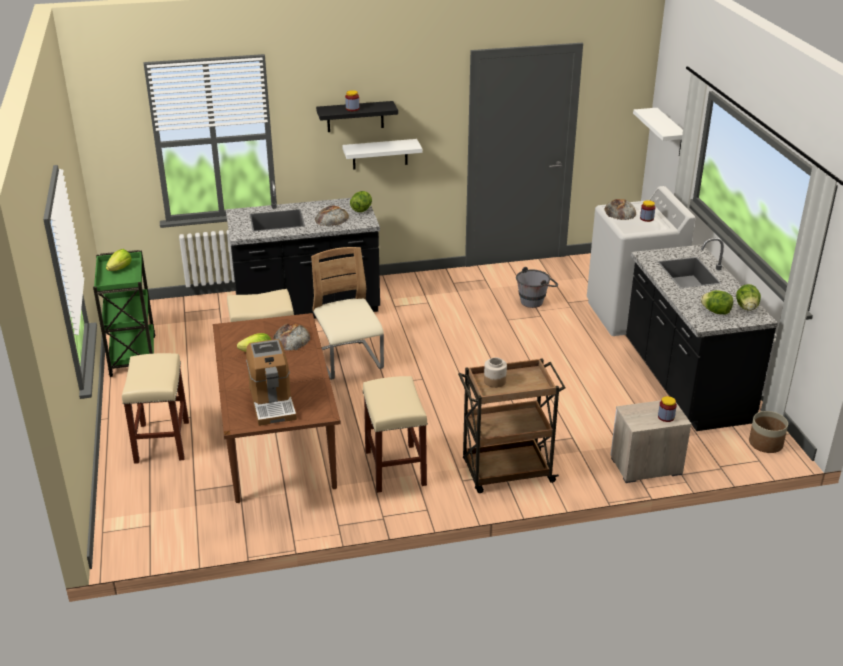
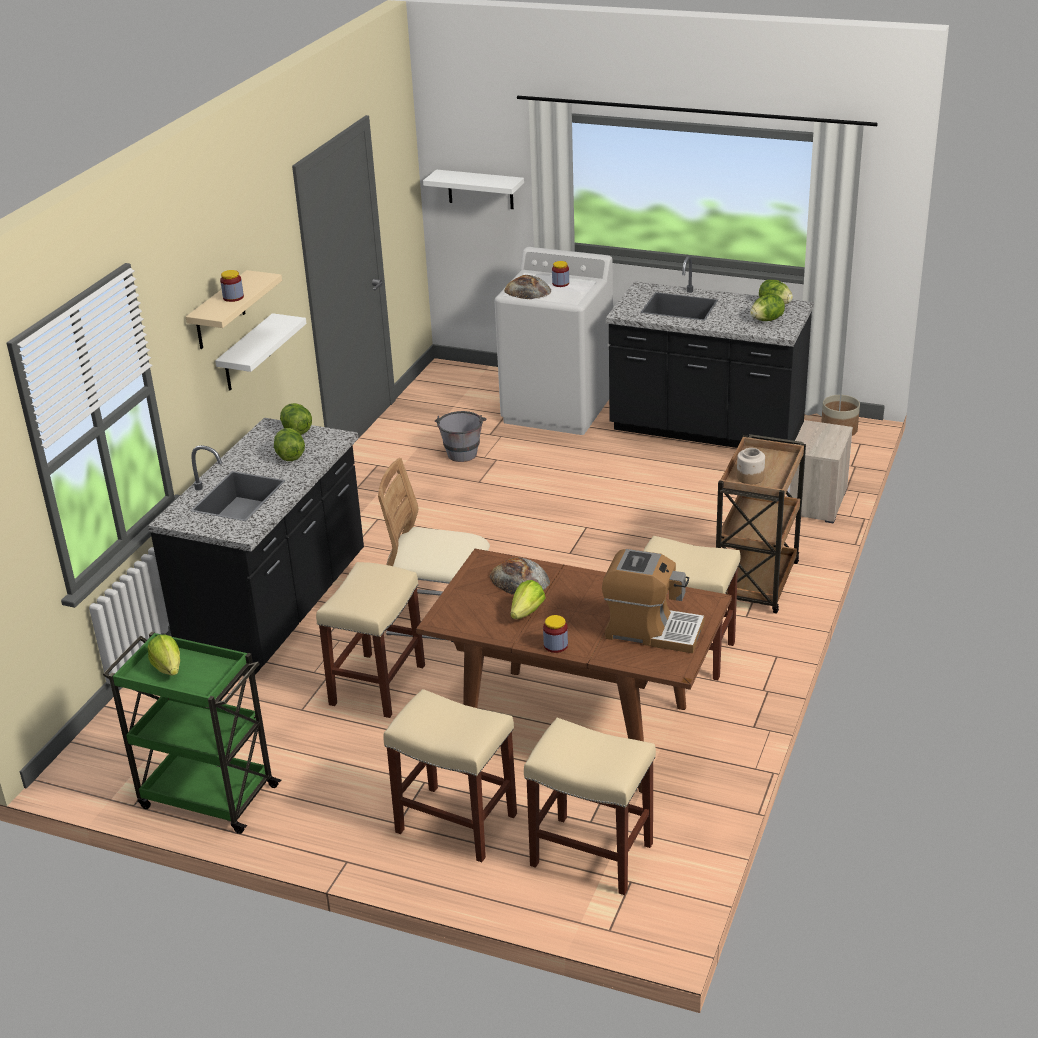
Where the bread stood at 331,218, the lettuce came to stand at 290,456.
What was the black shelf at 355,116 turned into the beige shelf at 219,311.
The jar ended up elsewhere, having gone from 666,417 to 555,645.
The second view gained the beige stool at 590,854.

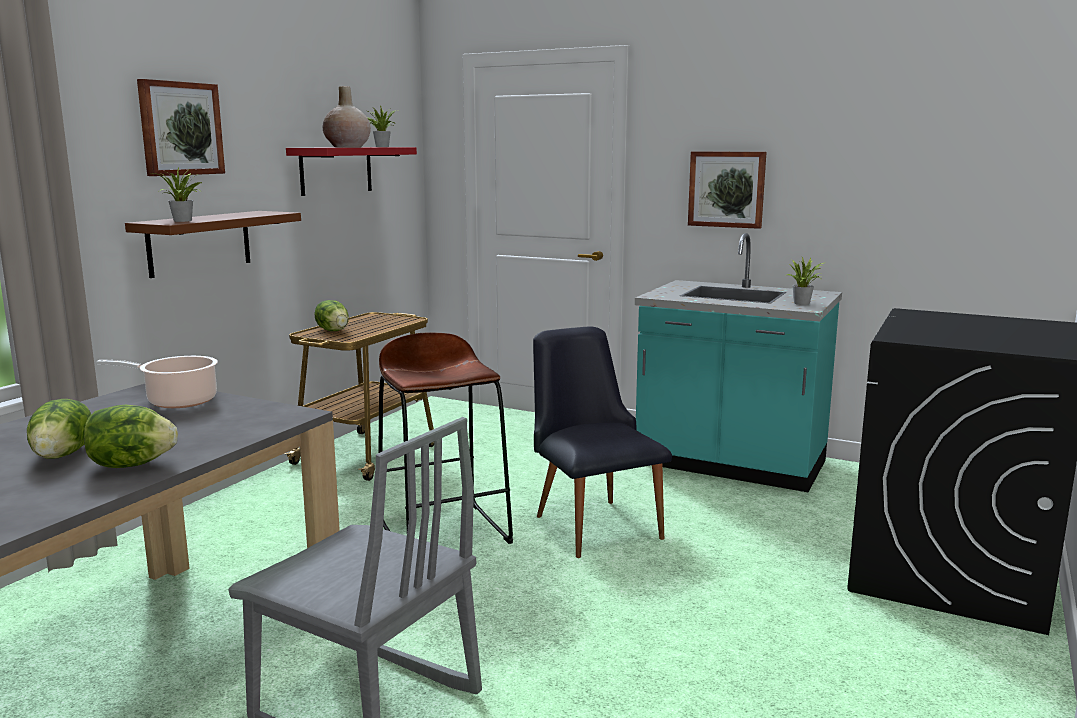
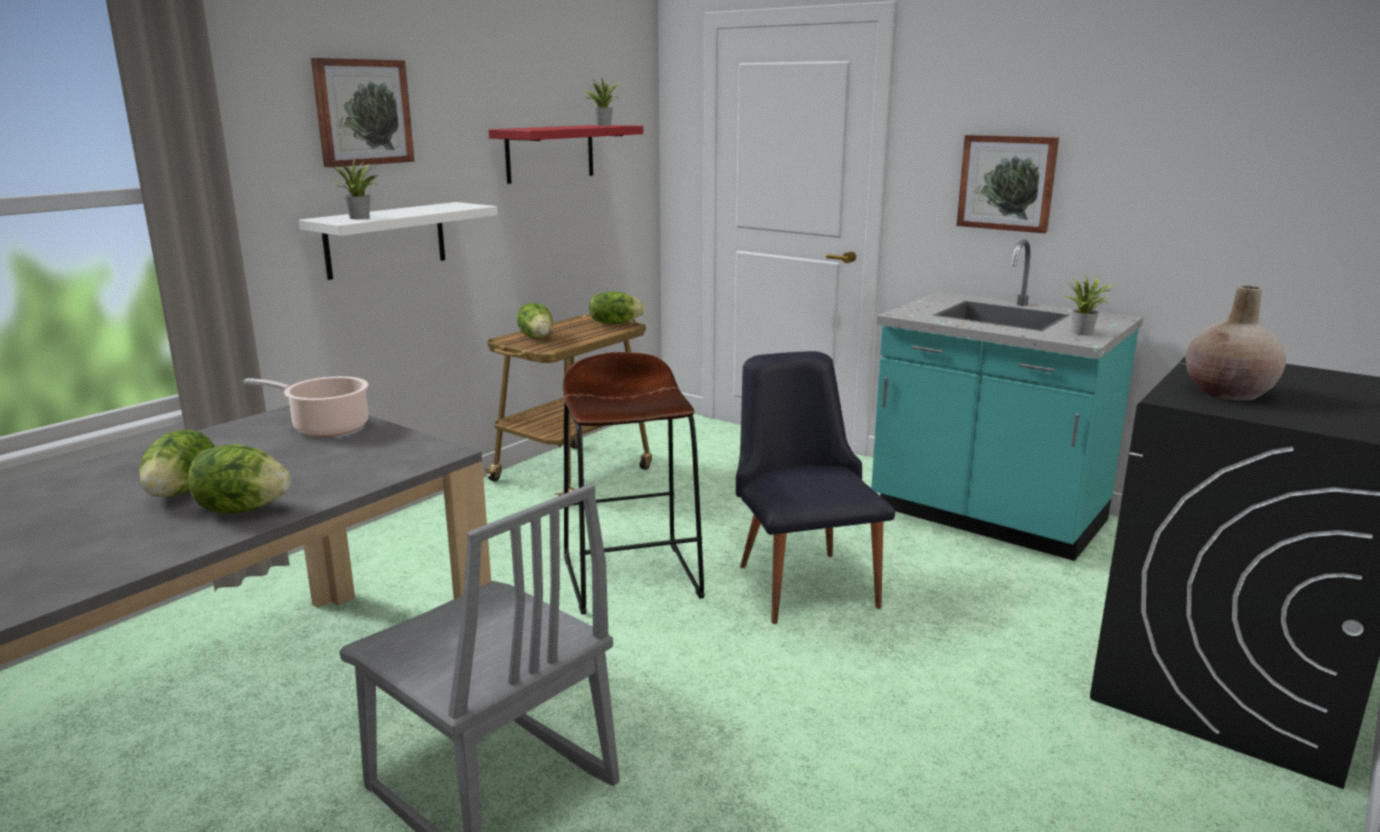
What was the brown shelf at 199,243 turned into the white shelf at 386,240.
The beige vase ended up elsewhere, having gone from 347,147 to 1229,393.
The second view gained the lettuce at 615,323.

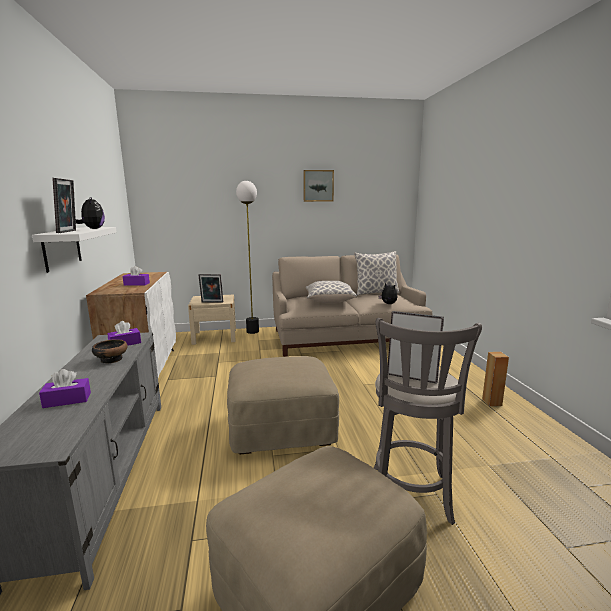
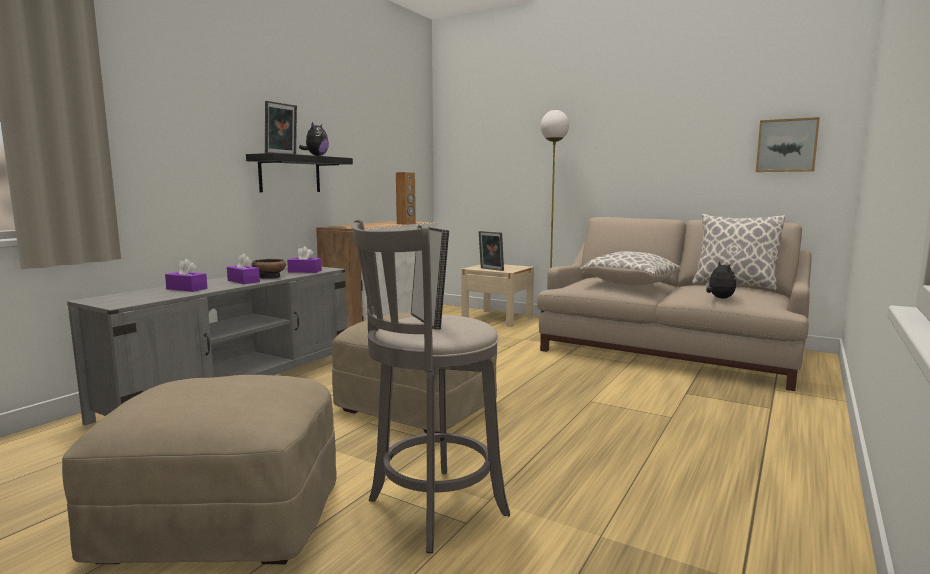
What was the white shelf at 62,248 turned into the black shelf at 290,174.
The purple tissue box ended up elsewhere, having gone from 136,284 to 243,281.
The picture ended up elsewhere, having gone from 318,186 to 786,145.
The brown speaker ended up elsewhere, having gone from 492,402 to 406,224.

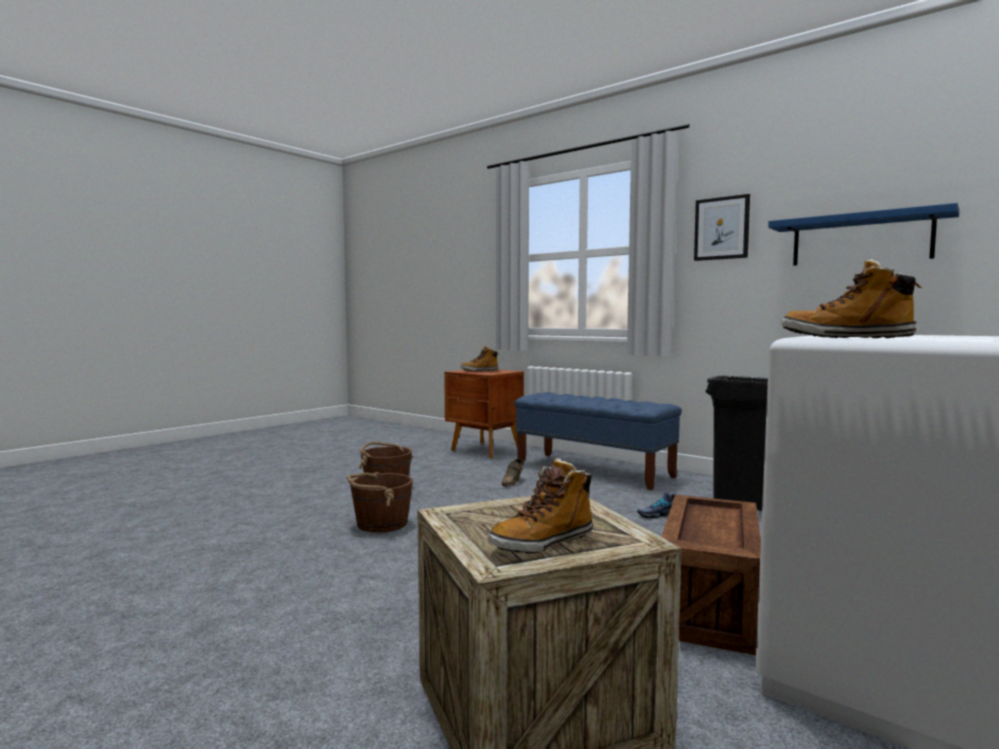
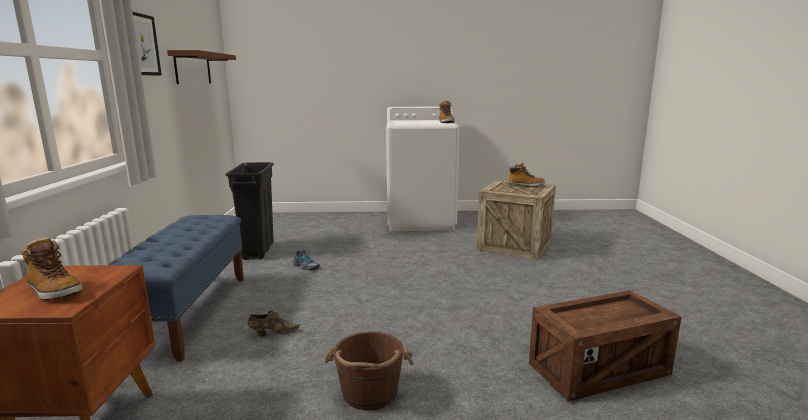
The second view lost the brown bucket at 381,524.
The crate ended up elsewhere, having gone from 709,605 to 598,370.
What was the blue shelf at 860,240 turned into the brown shelf at 193,68.

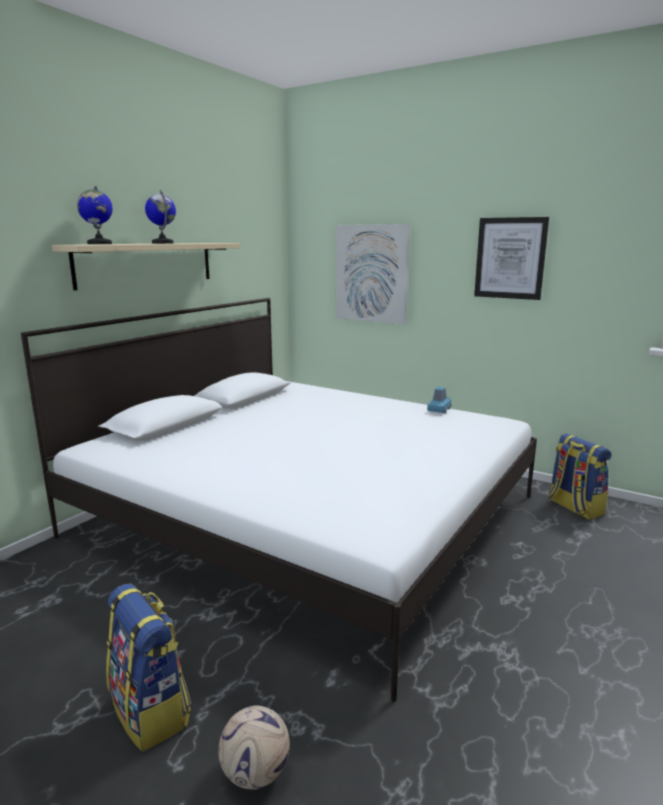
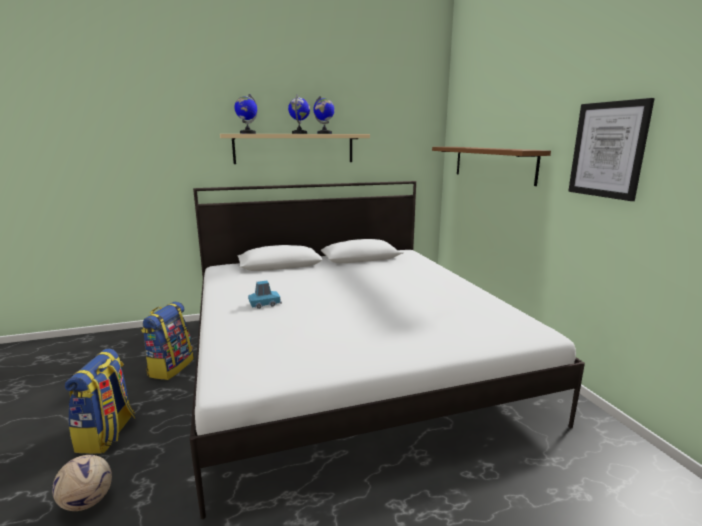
Where the picture hung at 371,273, the brown shelf came to hang at 493,164.
The blue toy car ended up elsewhere, having gone from 439,409 to 265,304.
The backpack ended up elsewhere, having gone from 574,507 to 170,367.
The second view gained the globe at 324,133.

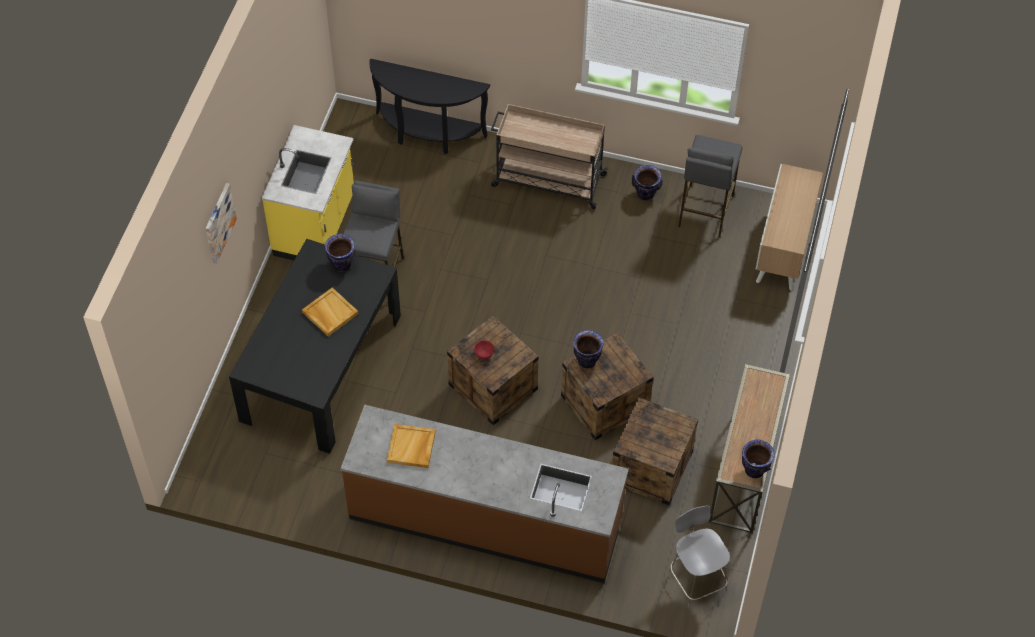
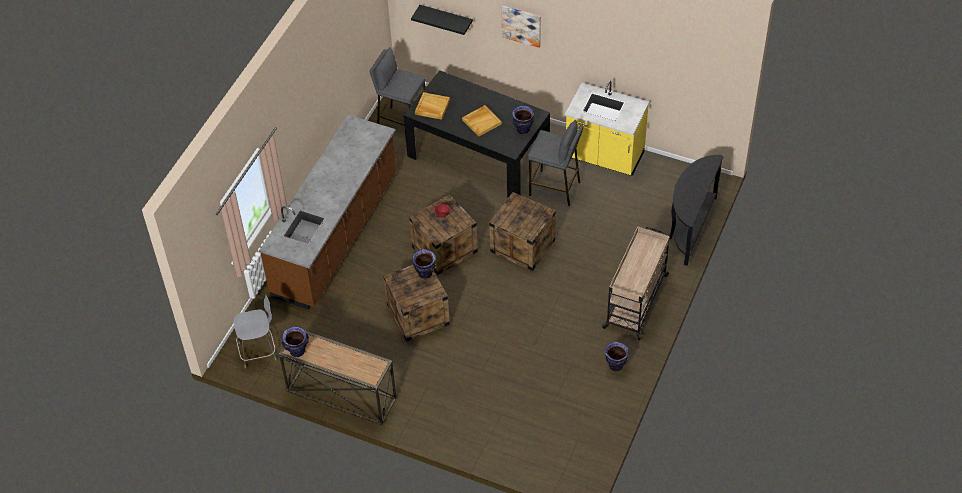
The beige tray ended up elsewhere, having gone from 411,447 to 432,107.
The crate ended up elsewhere, having gone from 651,467 to 522,246.
The grey stool ended up elsewhere, having gone from 705,211 to 402,123.
The second view lost the cabinet at 783,250.
The second view gained the black shelf at 446,18.

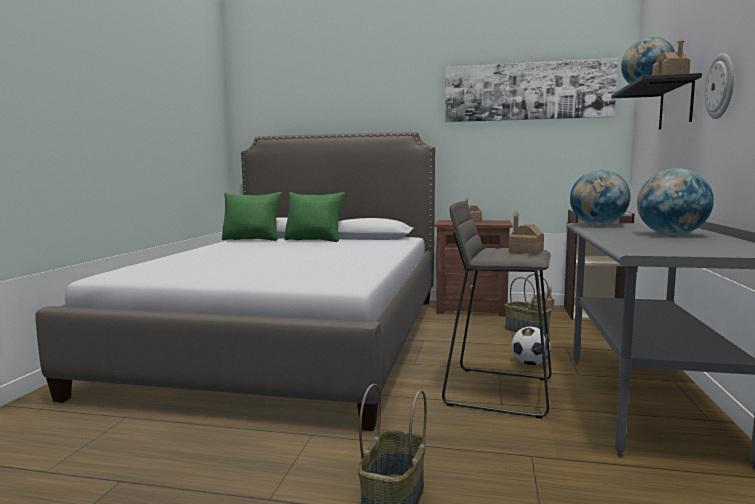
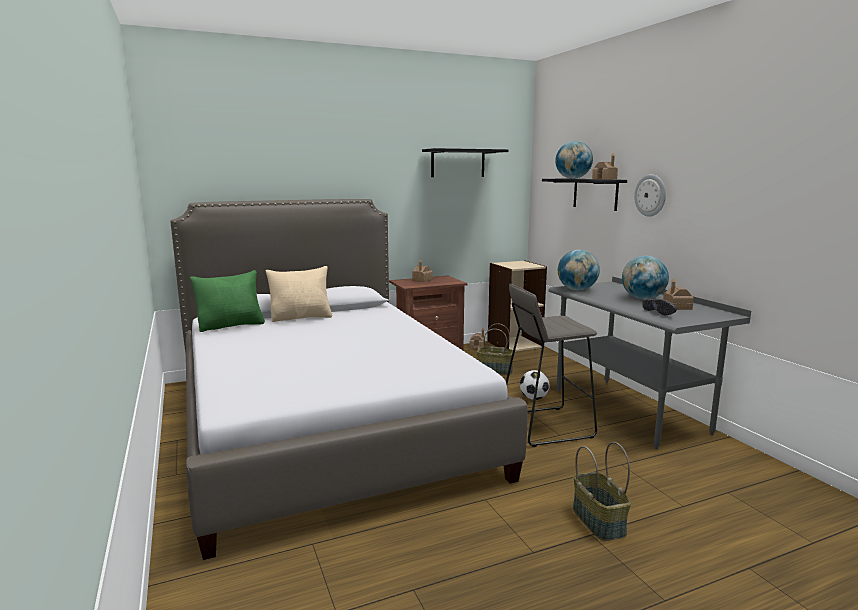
What was the green pillow at 314,240 turned into the beige pillow at 301,318.
Where the picture hung at 527,91, the black shelf came to hang at 458,163.
The toy house ended up elsewhere, having gone from 526,251 to 677,307.
The second view gained the black shoe at 661,313.

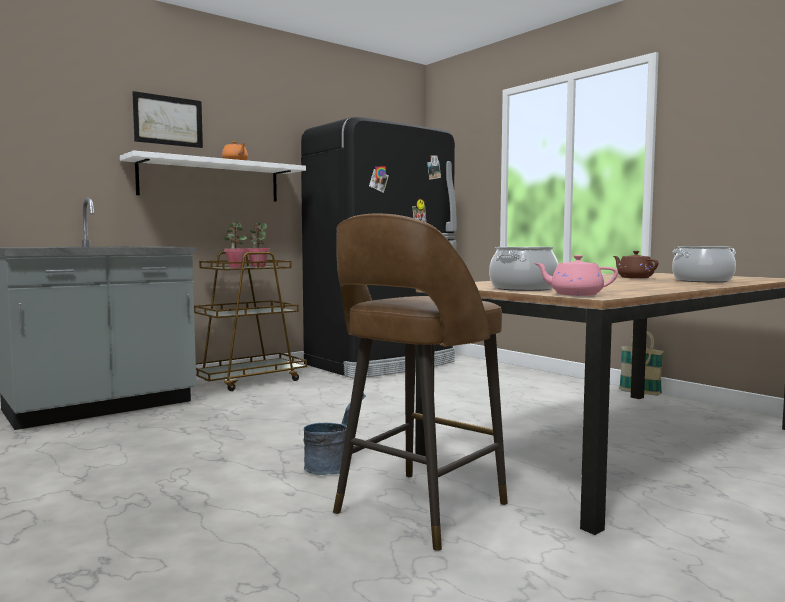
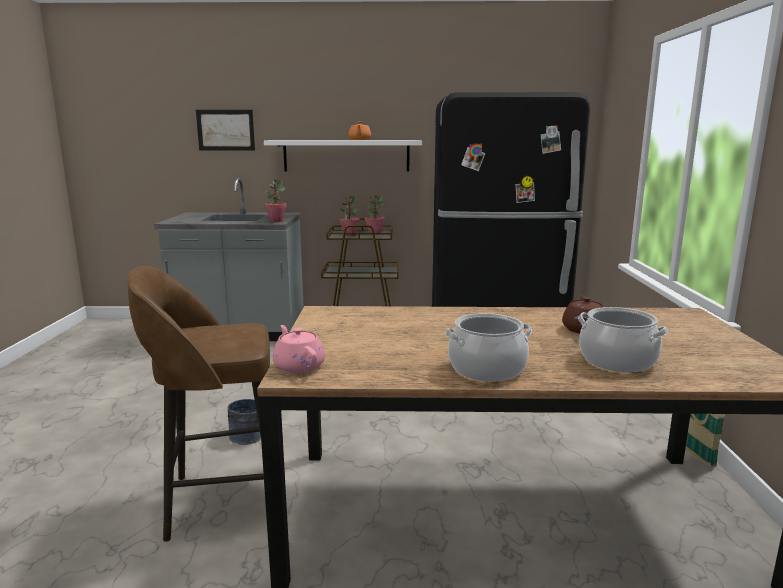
The picture ended up elsewhere, having gone from 168,120 to 225,130.
The cooking pot ended up elsewhere, having gone from 523,288 to 486,369.
The second view gained the potted plant at 276,221.

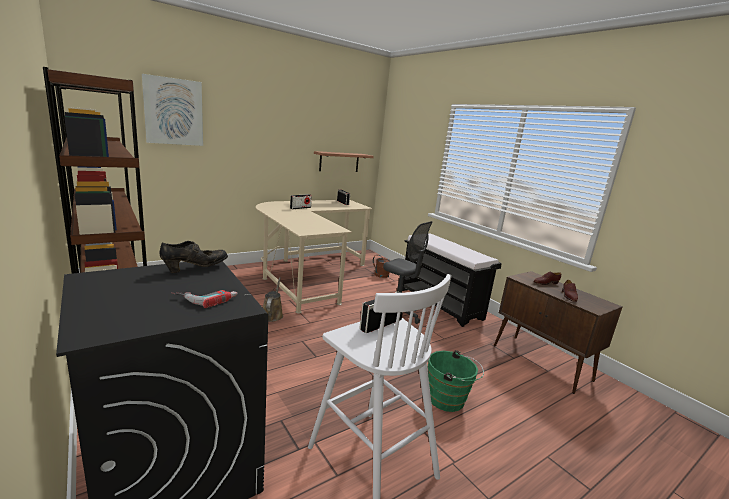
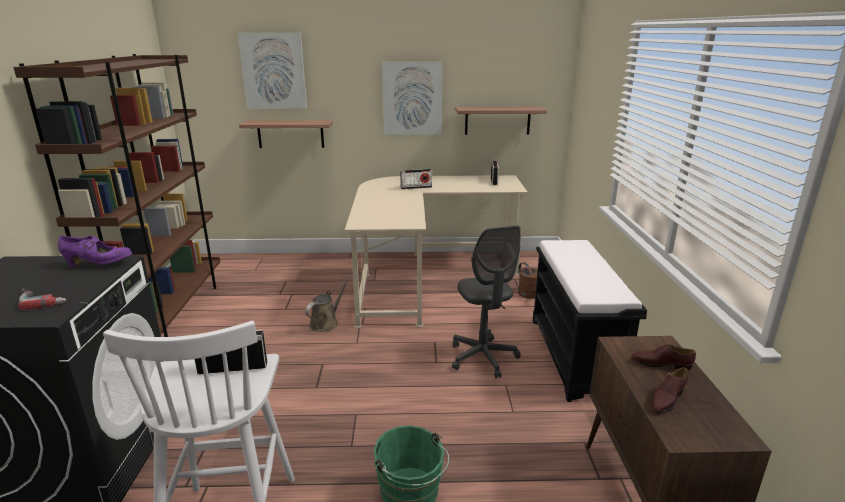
What was the black shoe at 196,268 turned into the purple shoe at 98,264.
The second view gained the shelf at 290,134.
The second view gained the picture at 412,98.

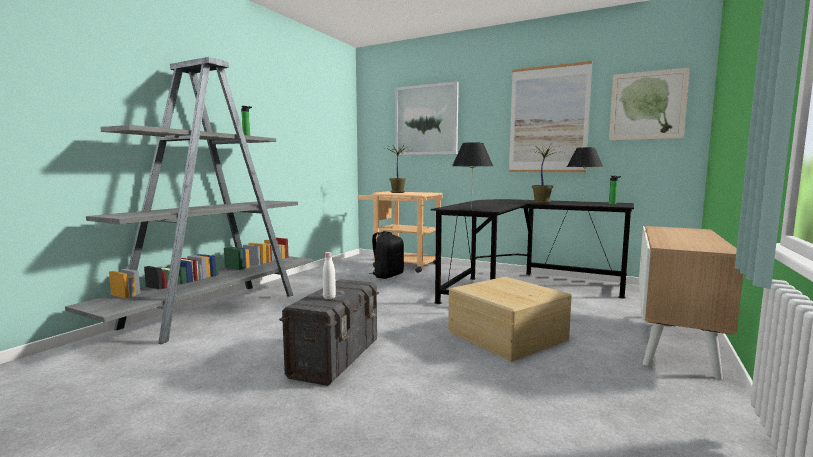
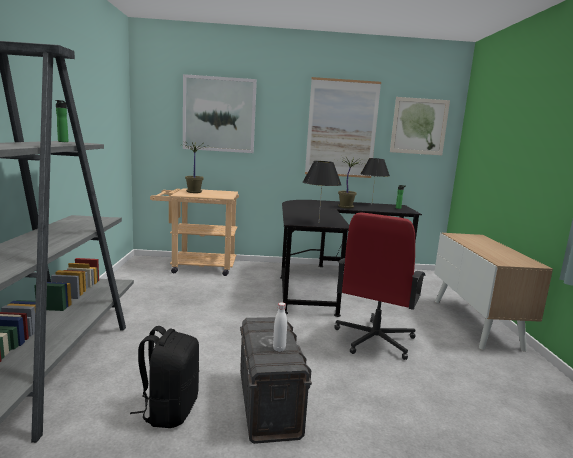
The black backpack ended up elsewhere, having gone from 387,275 to 169,410.
Where the beige storage box stood at 506,335, the red office chair came to stand at 374,340.

